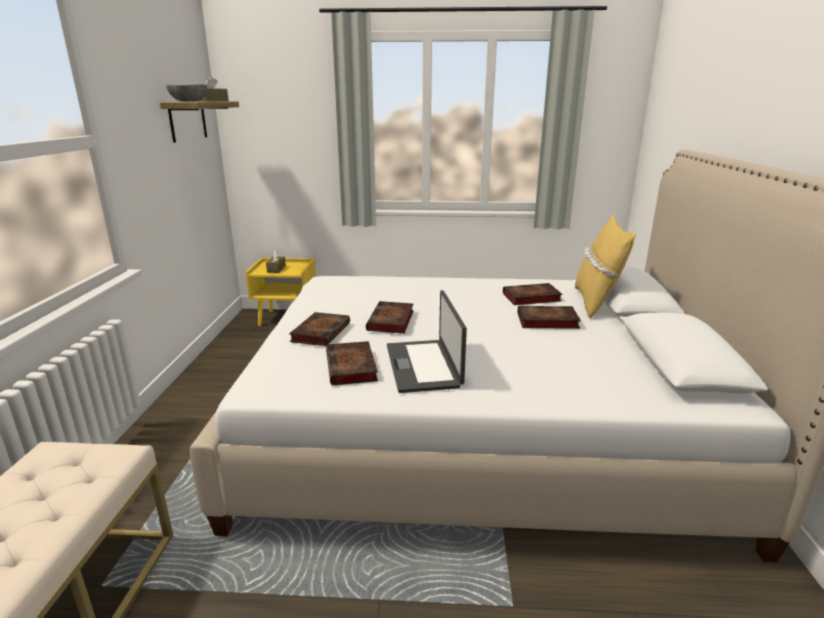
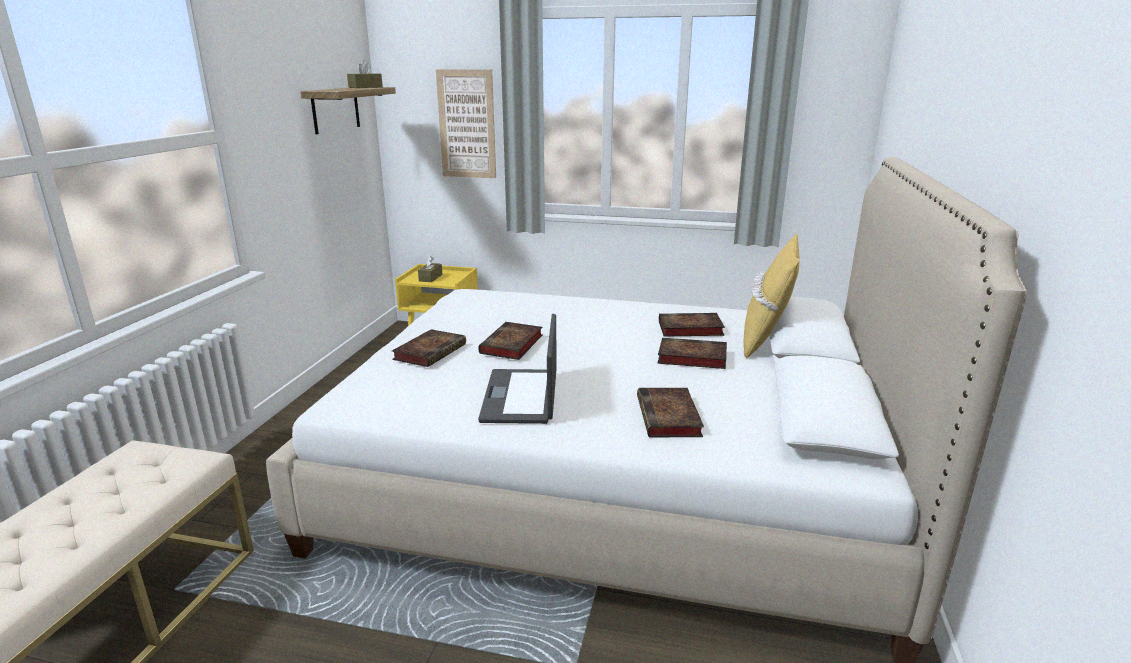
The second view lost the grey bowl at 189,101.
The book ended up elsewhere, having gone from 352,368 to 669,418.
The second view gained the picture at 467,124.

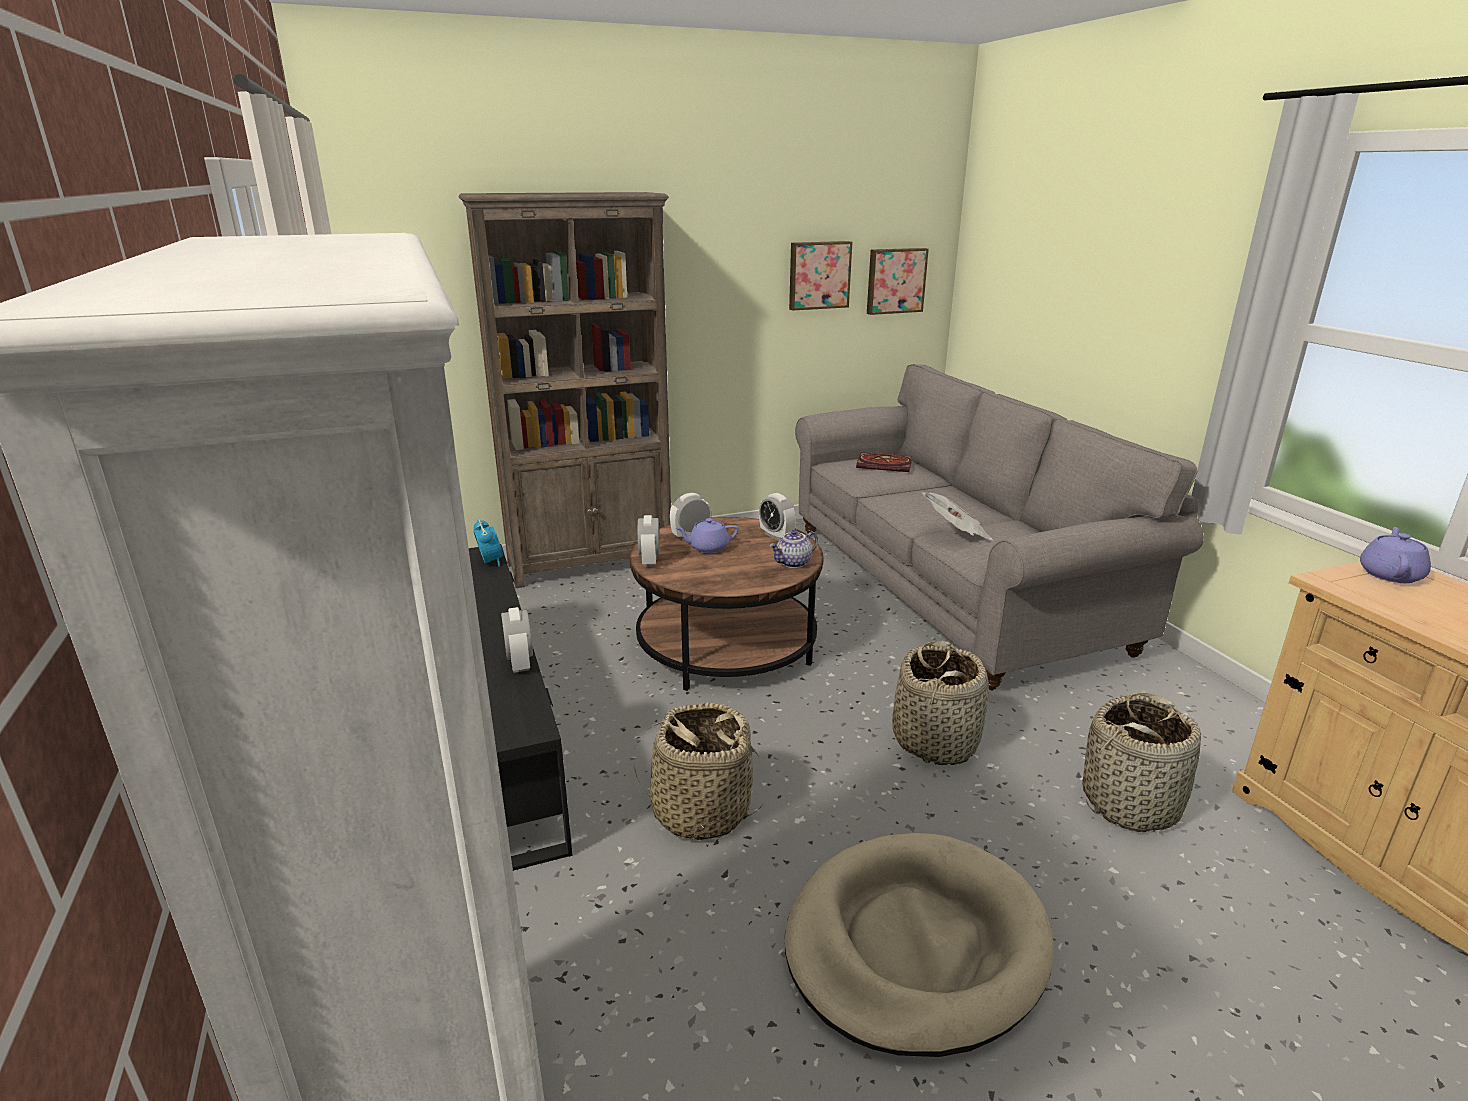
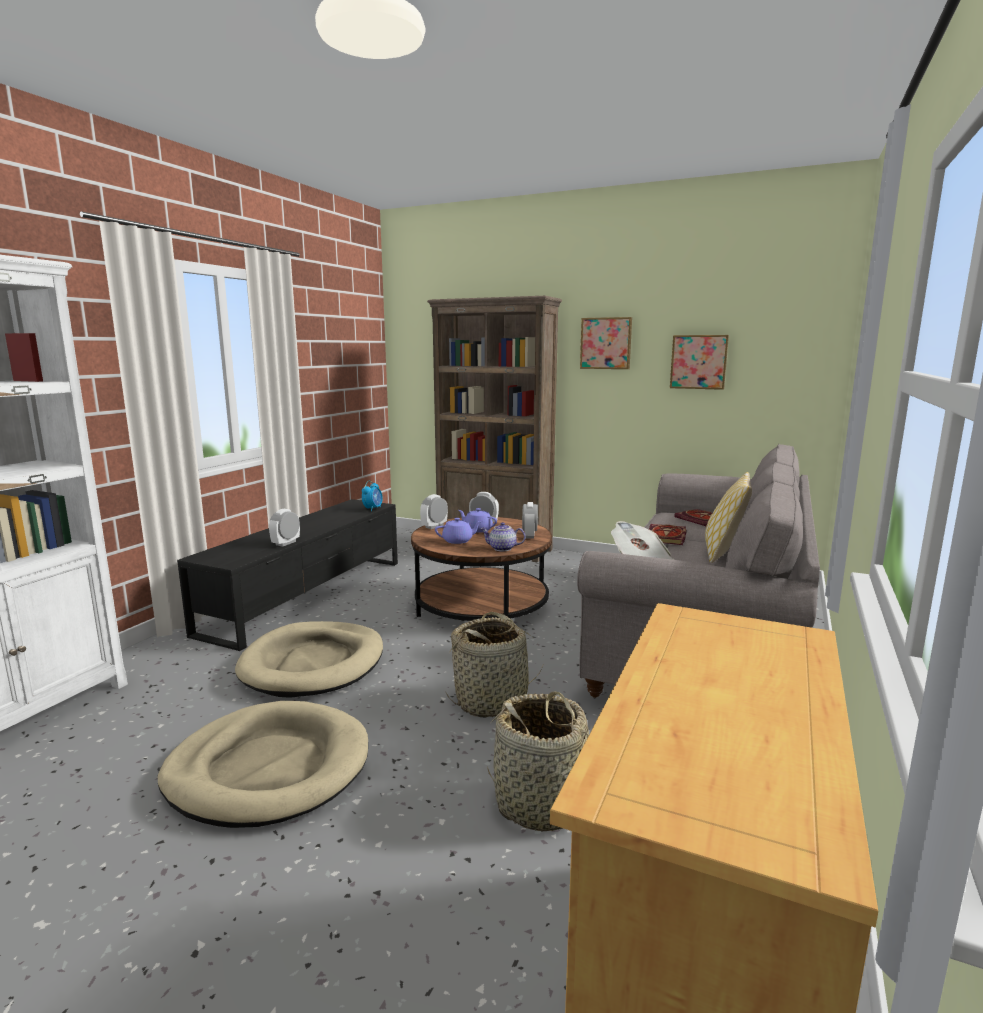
Where the basket stood at 700,811, the beige dog bed came to stand at 313,663.
The picture ended up elsewhere, having gone from 895,280 to 606,343.
The purple teapot ended up elsewhere, having gone from 1390,574 to 458,541.
The second view gained the book at 667,537.
The second view gained the pillow at 724,553.

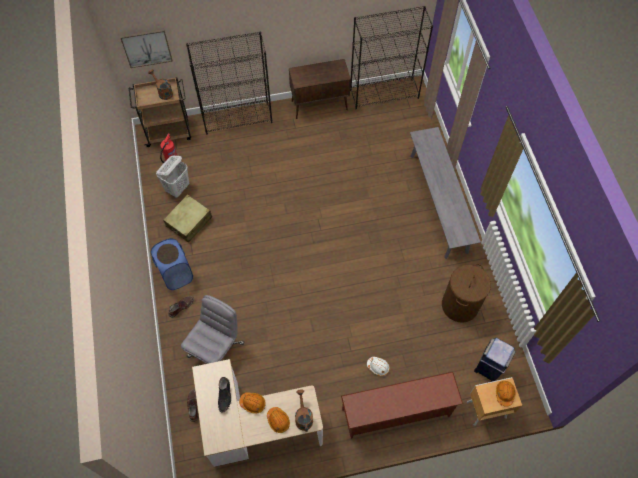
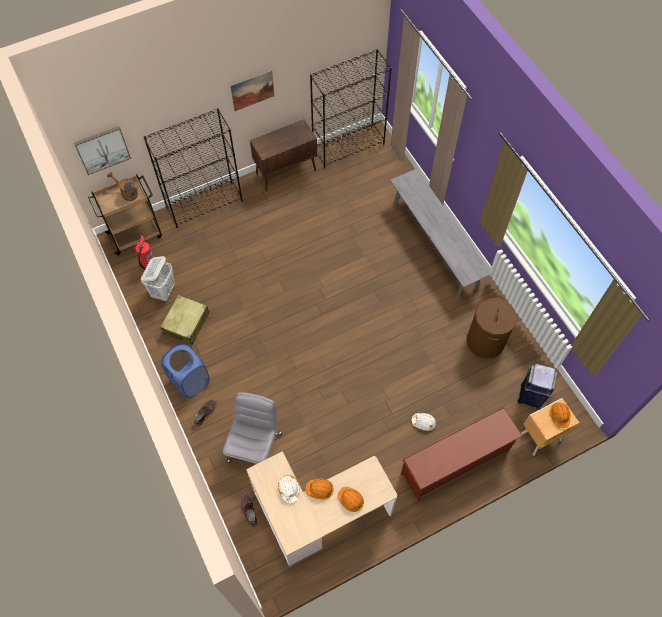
Where the black boot stood at 225,395, the white hard hat came to stand at 289,489.
The second view lost the brown watering can at 303,417.
The second view gained the picture at 252,90.

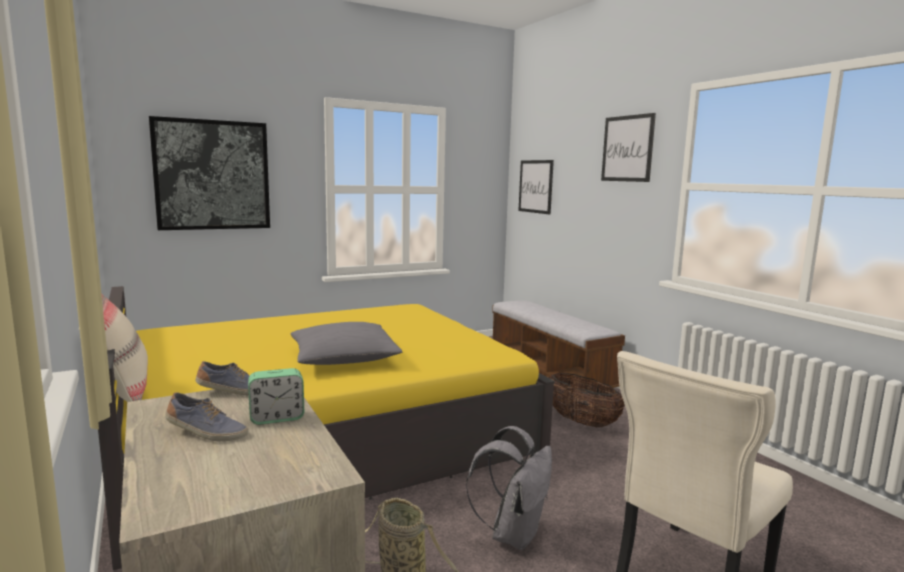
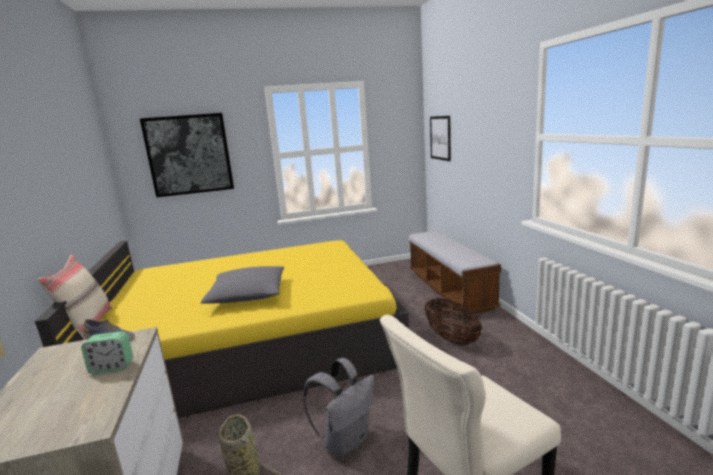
The second view lost the shoe at 206,433.
The second view lost the picture at 627,148.

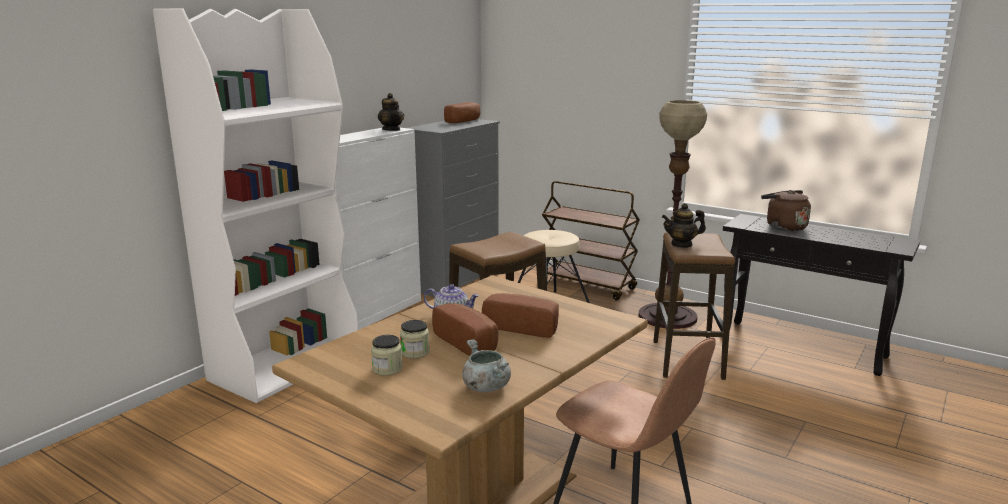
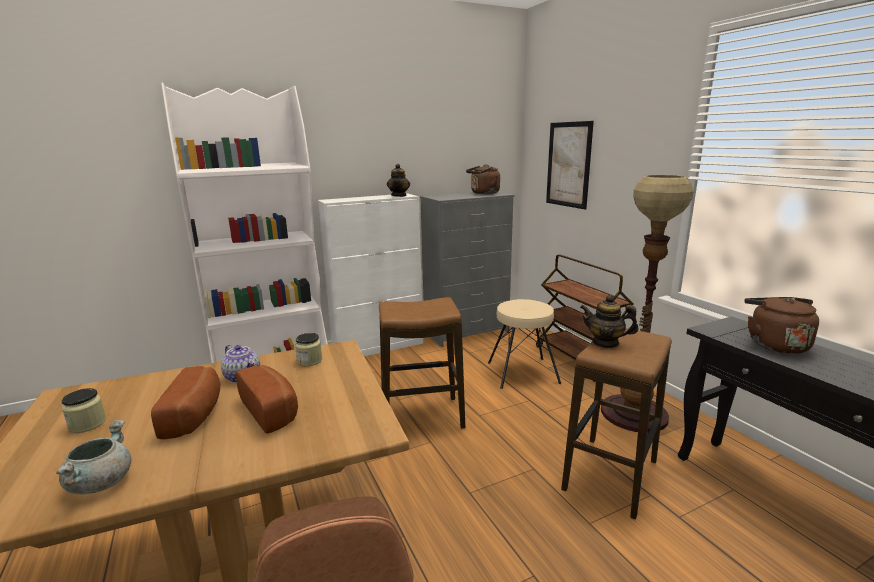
The jar ended up elsewhere, having gone from 415,352 to 309,361.
Where the bread stood at 465,121, the brown kettle came to stand at 483,193.
The second view gained the picture at 568,164.

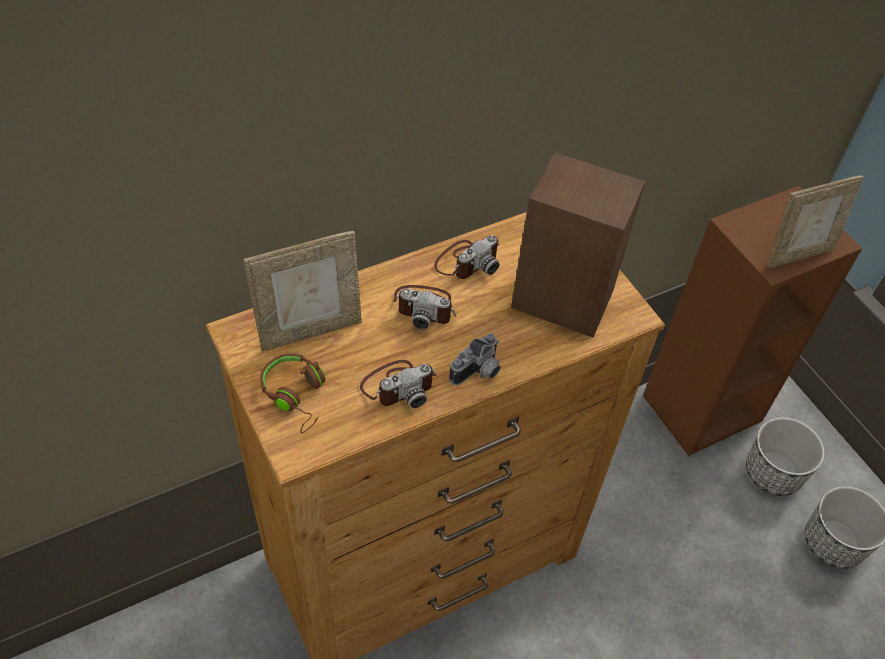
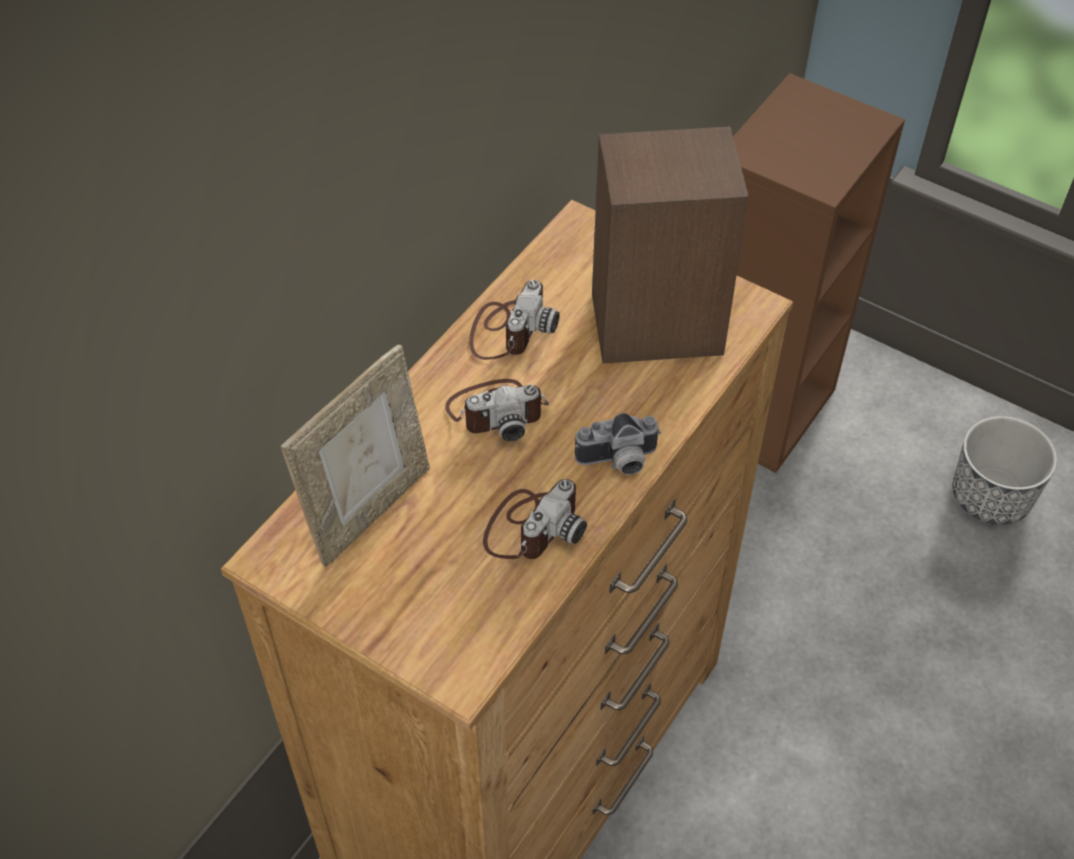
The second view lost the brown headphones at 297,395.
The photo camera at 478,372 ended up facing another way, 60 degrees clockwise from before.
The second view lost the planter at 772,473.
The second view lost the picture frame at 798,254.

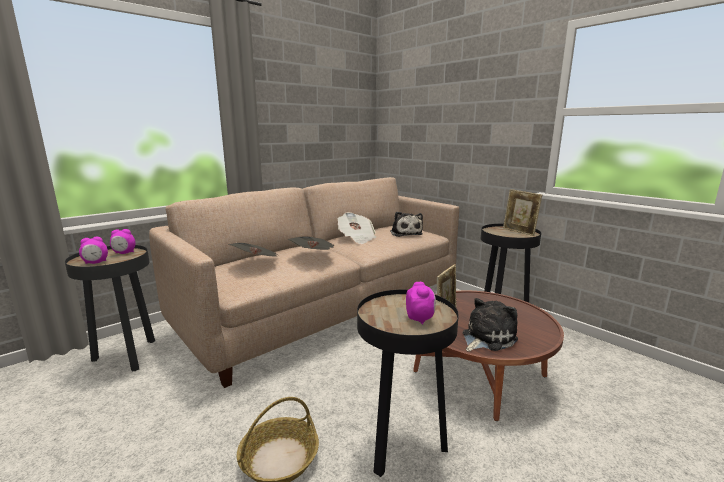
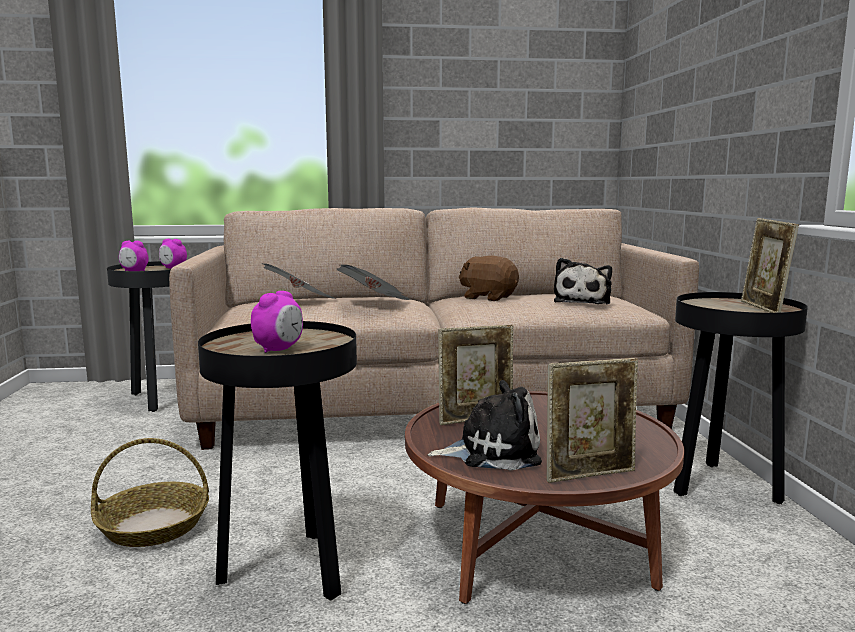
Where the newspaper stood at 356,238, the brown plush toy came to stand at 488,297.
The second view gained the picture frame at 590,474.

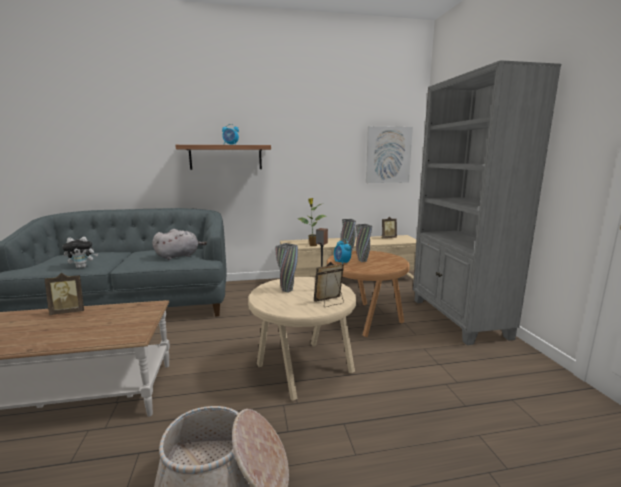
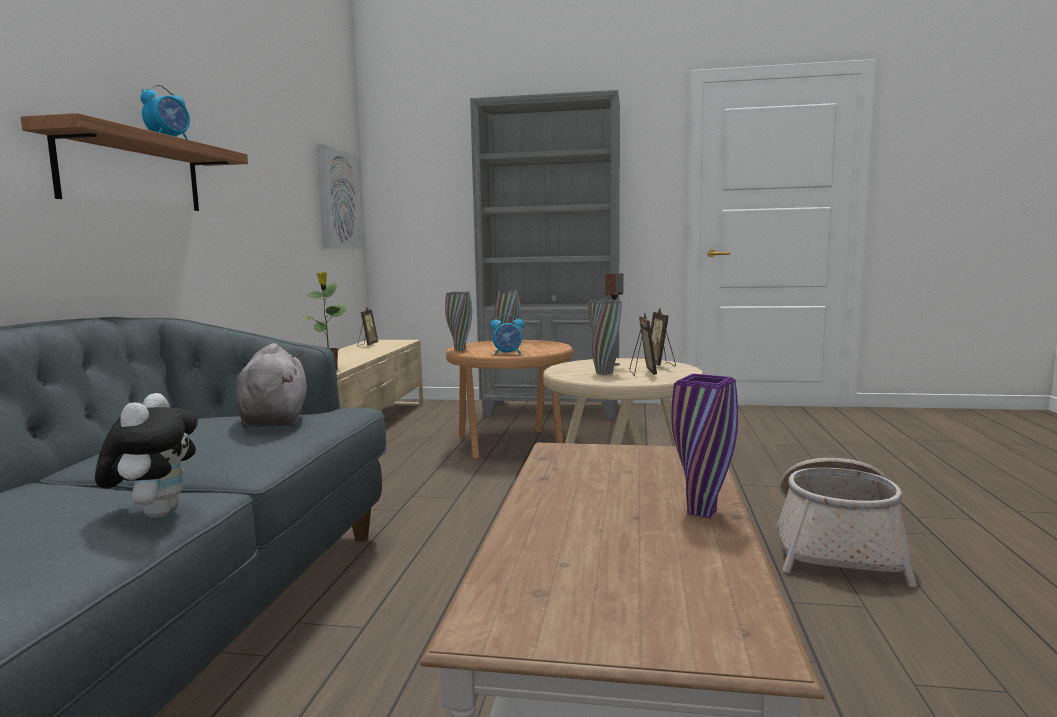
The picture frame ended up elsewhere, having gone from 69,312 to 642,373.
The second view gained the purple vase at 702,512.

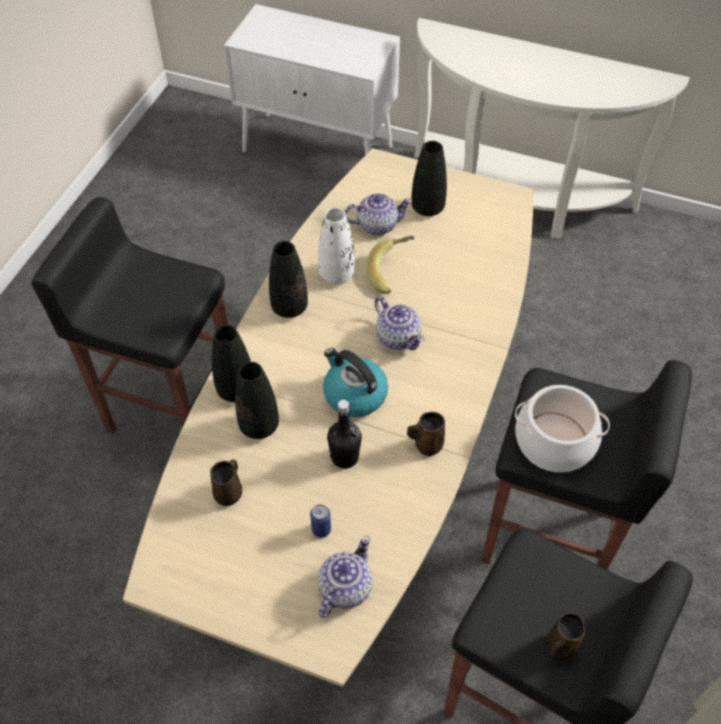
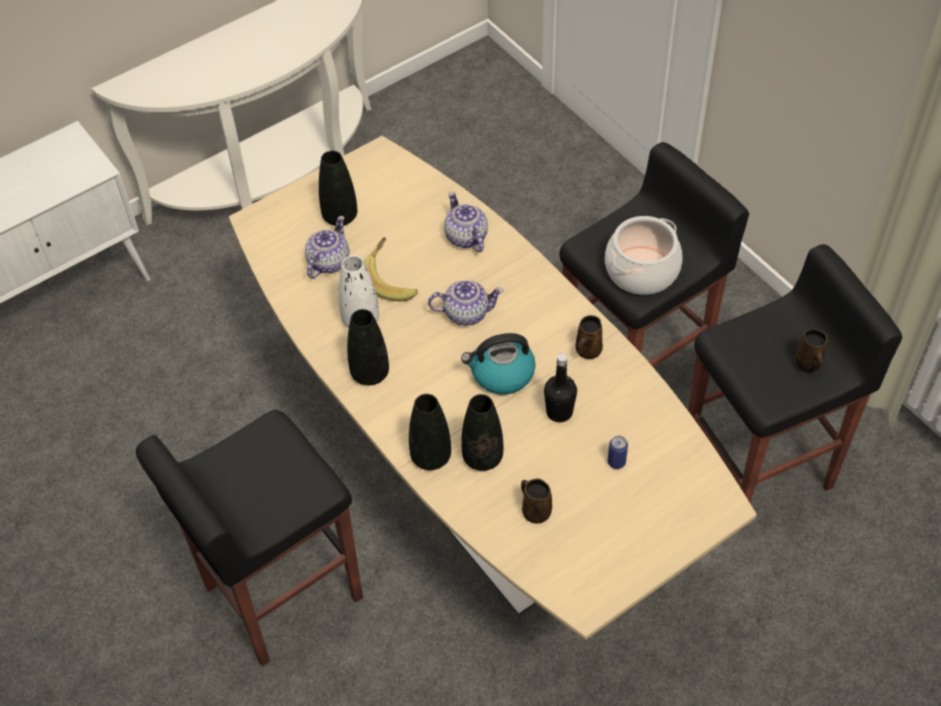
The teapot ended up elsewhere, having gone from 344,588 to 466,237.

